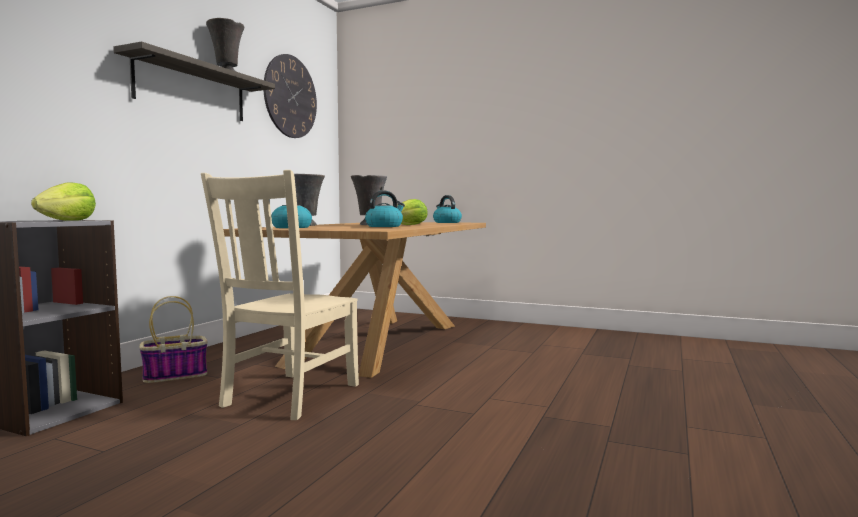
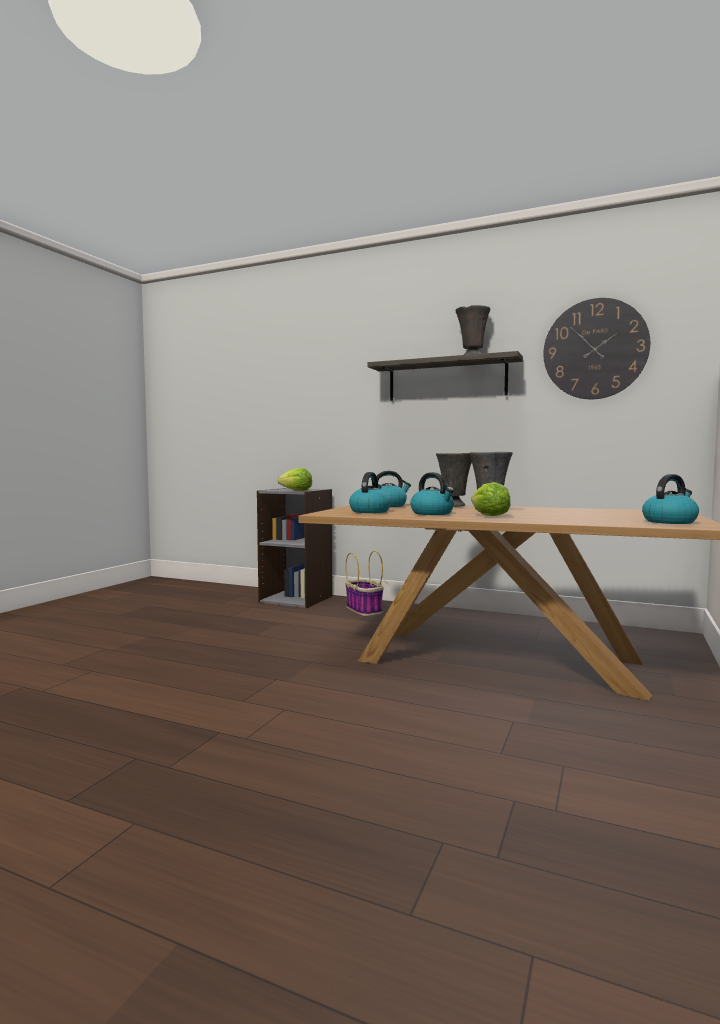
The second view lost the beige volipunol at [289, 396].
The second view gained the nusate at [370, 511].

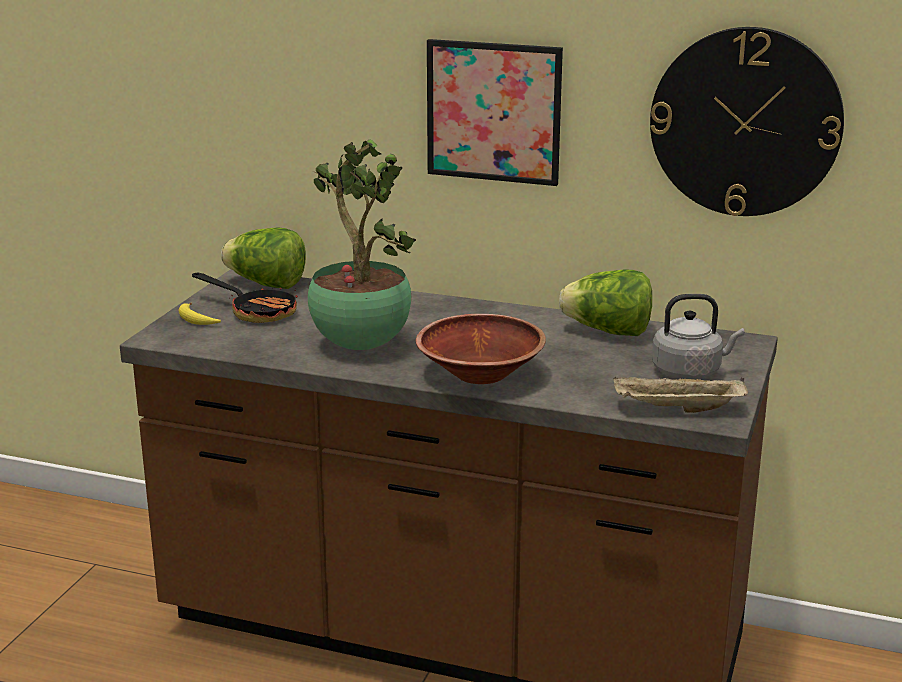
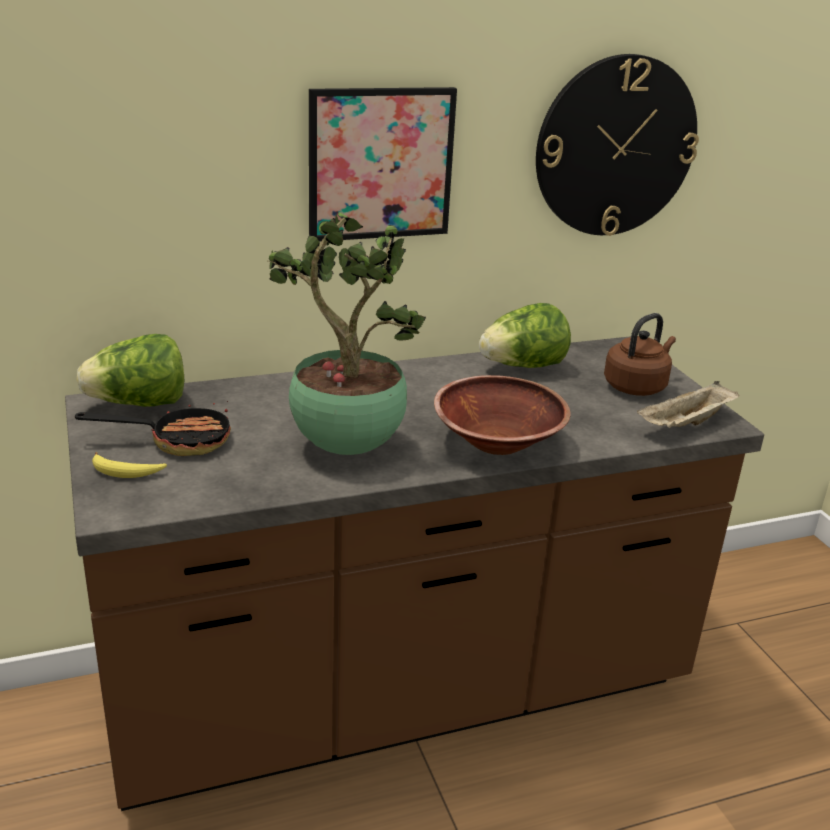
What was the grey nusate at [690, 372] turned into the brown nusate at [637, 386].

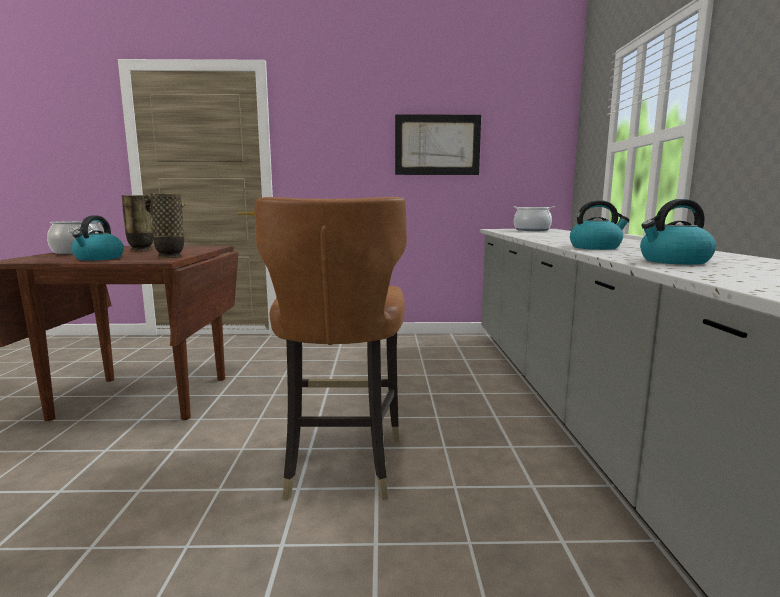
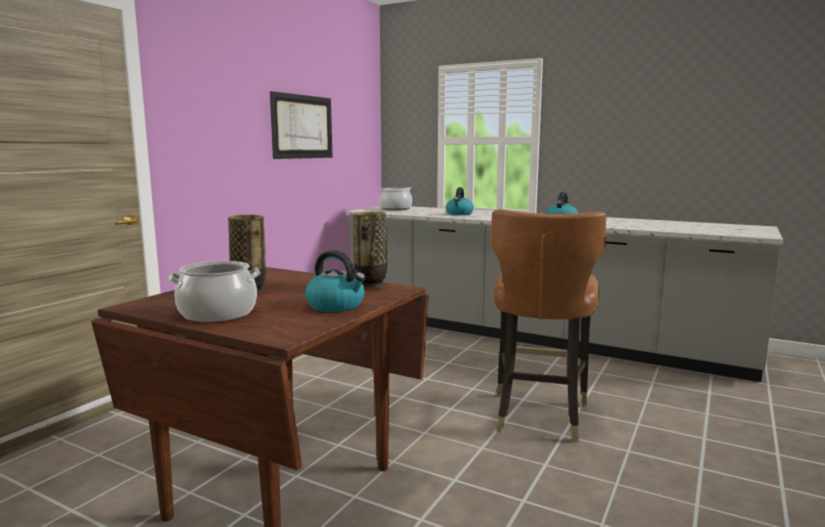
The brown volipunol at [340, 464] ended up facing another way, 75 degrees clockwise from before.
The nusate ended up elsewhere, having gone from [673, 261] to [459, 214].

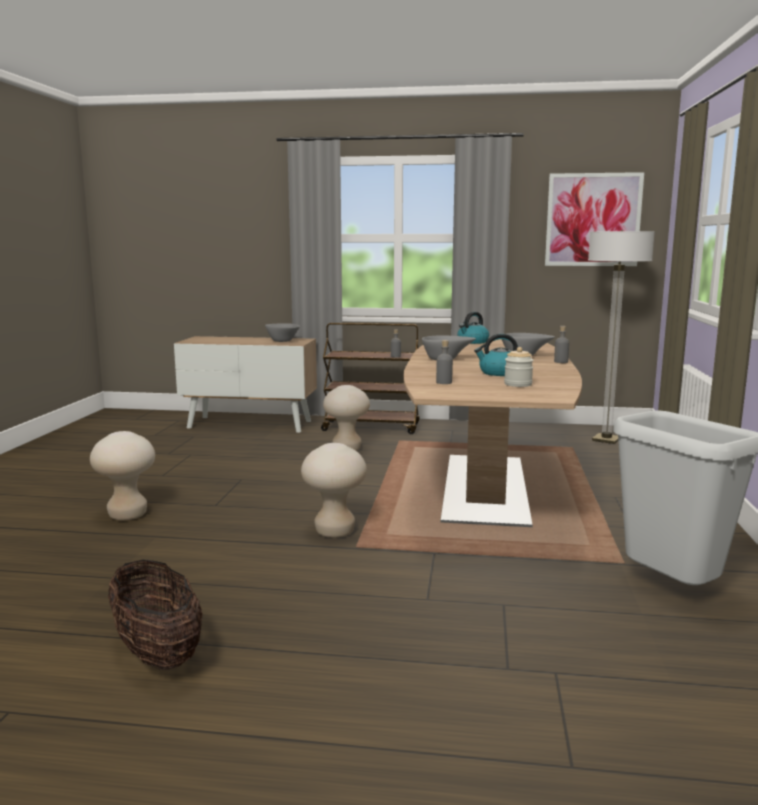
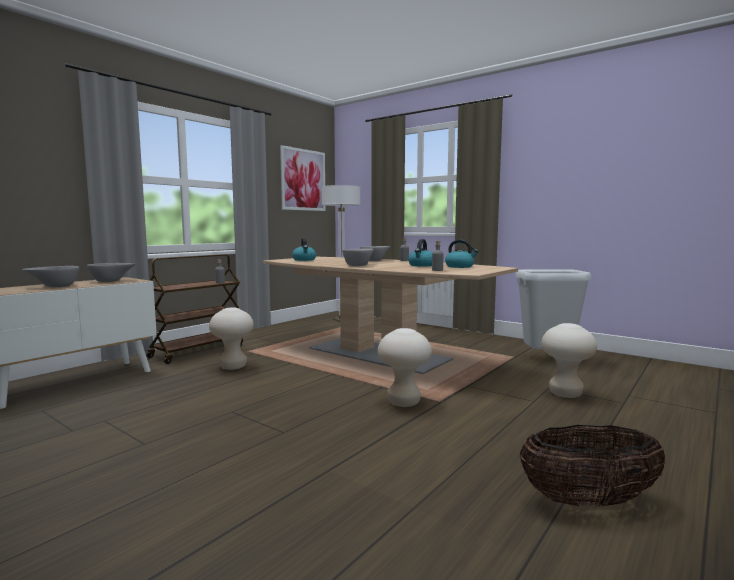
The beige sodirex ended up elsewhere, having gone from [128, 515] to [565, 394].
Where the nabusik stood at [518, 384], the nusate came to stand at [460, 266].
The second view gained the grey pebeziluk at [54, 286].

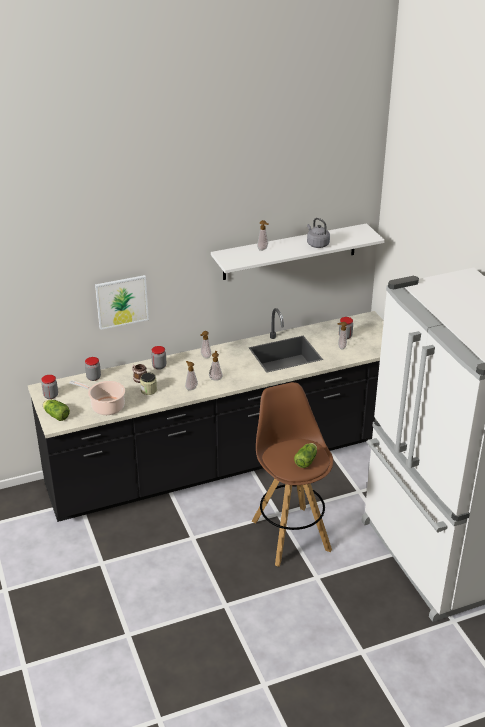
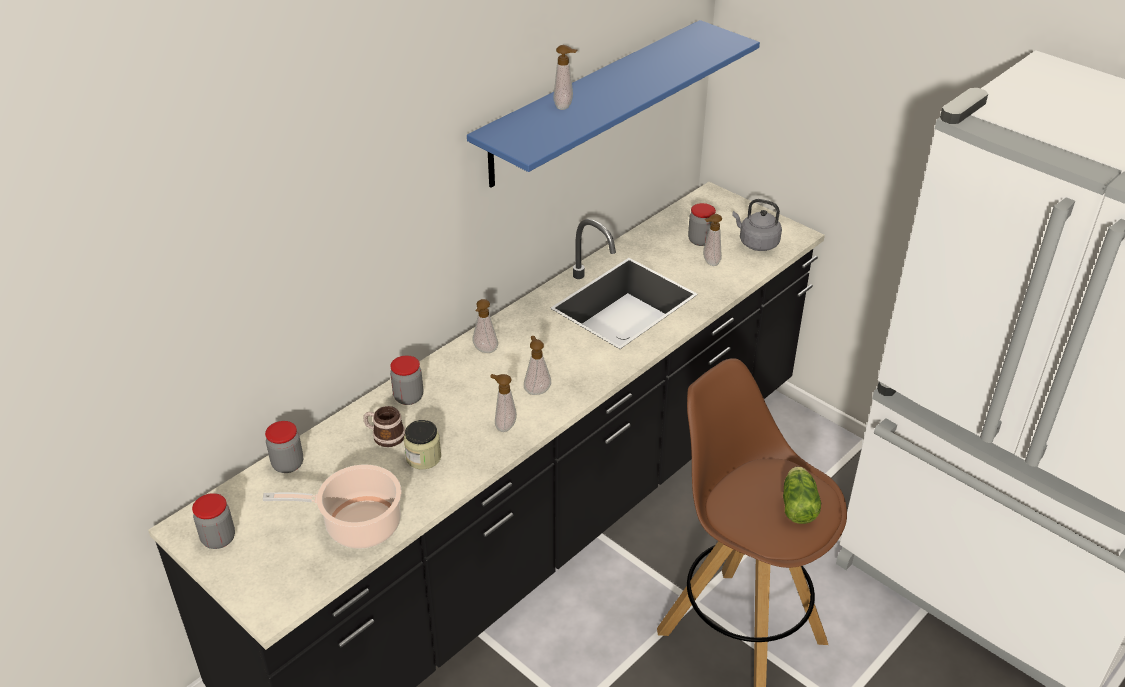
The second view lost the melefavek at [55, 415].
The second view lost the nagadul at [122, 301].
What was the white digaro at [290, 252] turned into the blue digaro at [592, 102].
The grey nusate ended up elsewhere, having gone from [317, 244] to [756, 243].

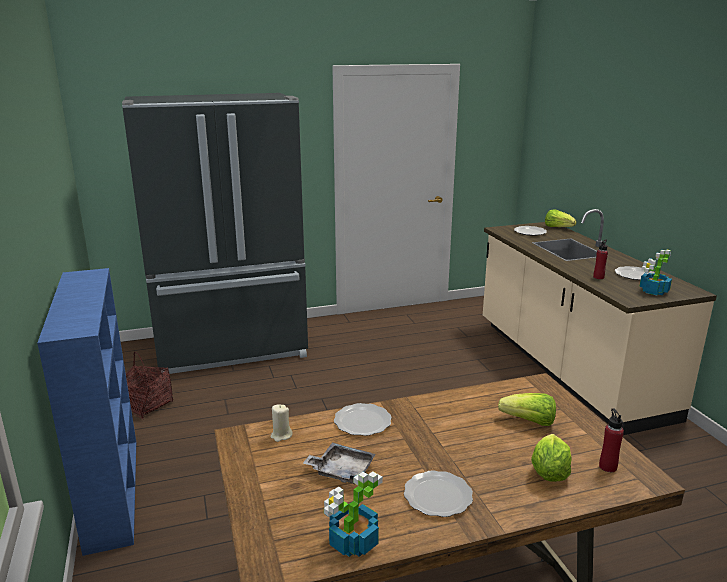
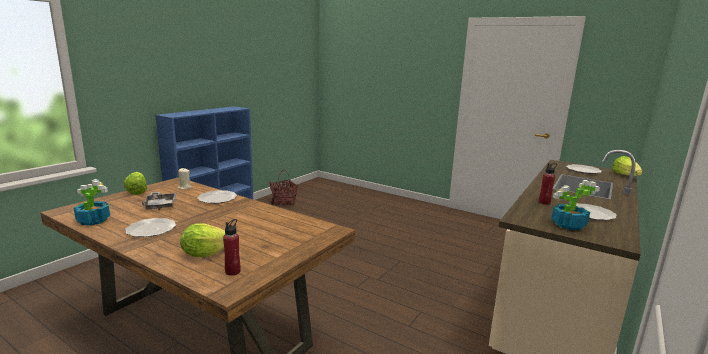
The second view lost the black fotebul at [232, 349].
The melefavek ended up elsewhere, having gone from [529, 422] to [137, 191].

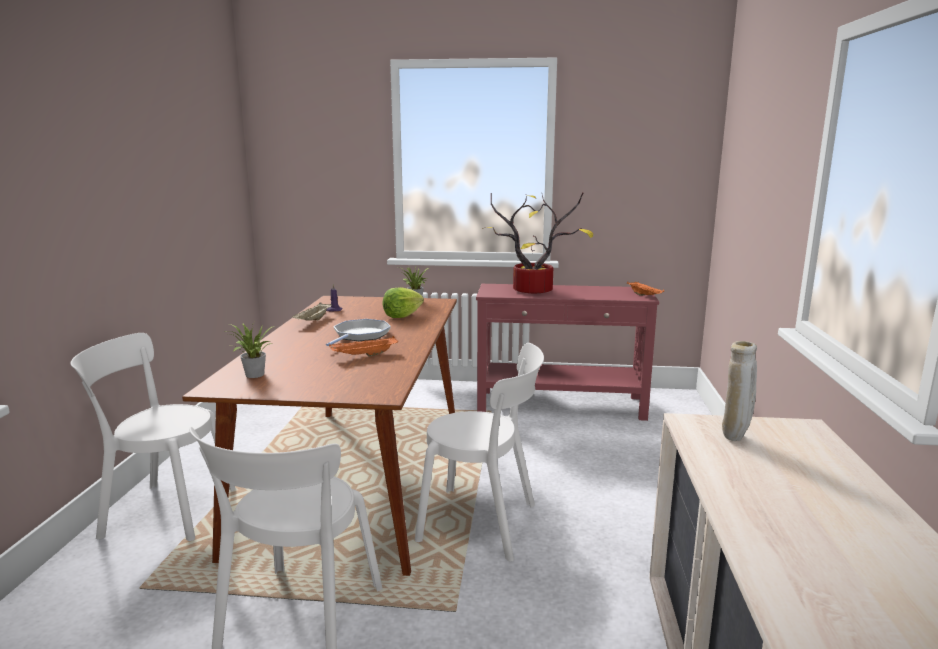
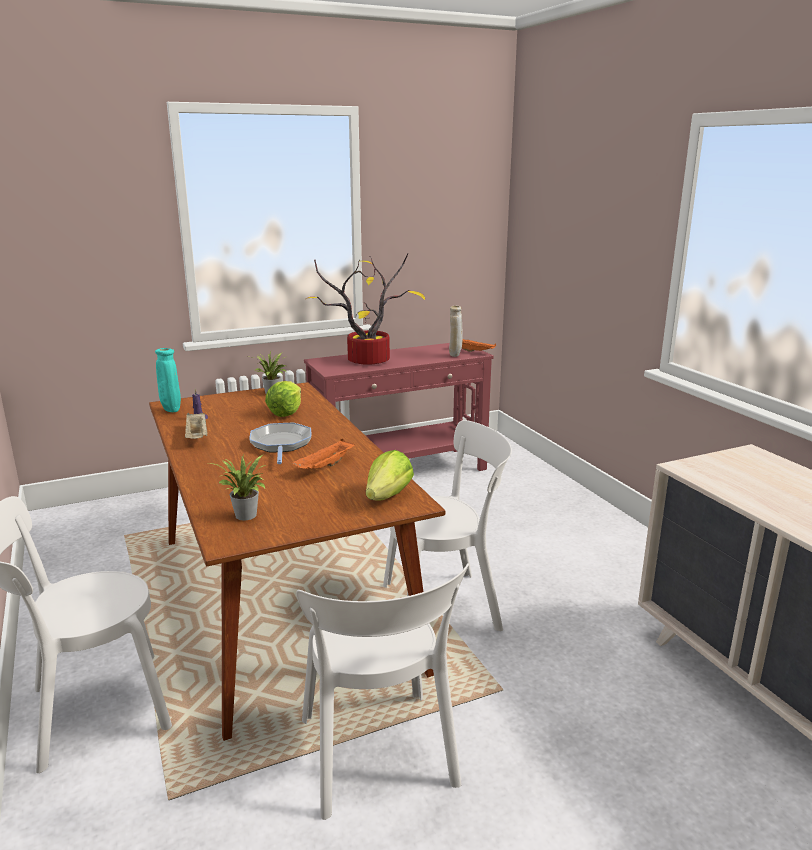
The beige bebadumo ended up elsewhere, having gone from [735, 438] to [455, 356].
The second view gained the turquoise bebadumo at [171, 411].
The second view gained the melefavek at [388, 496].

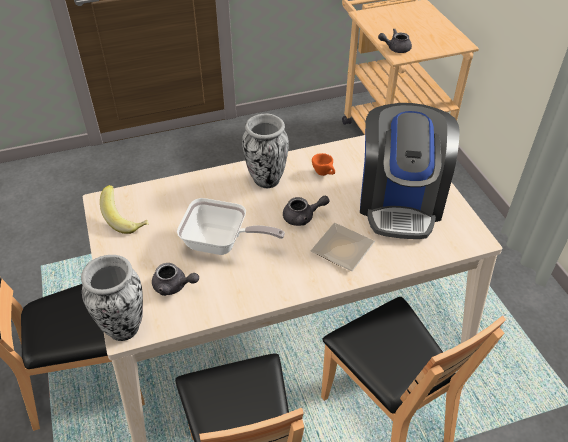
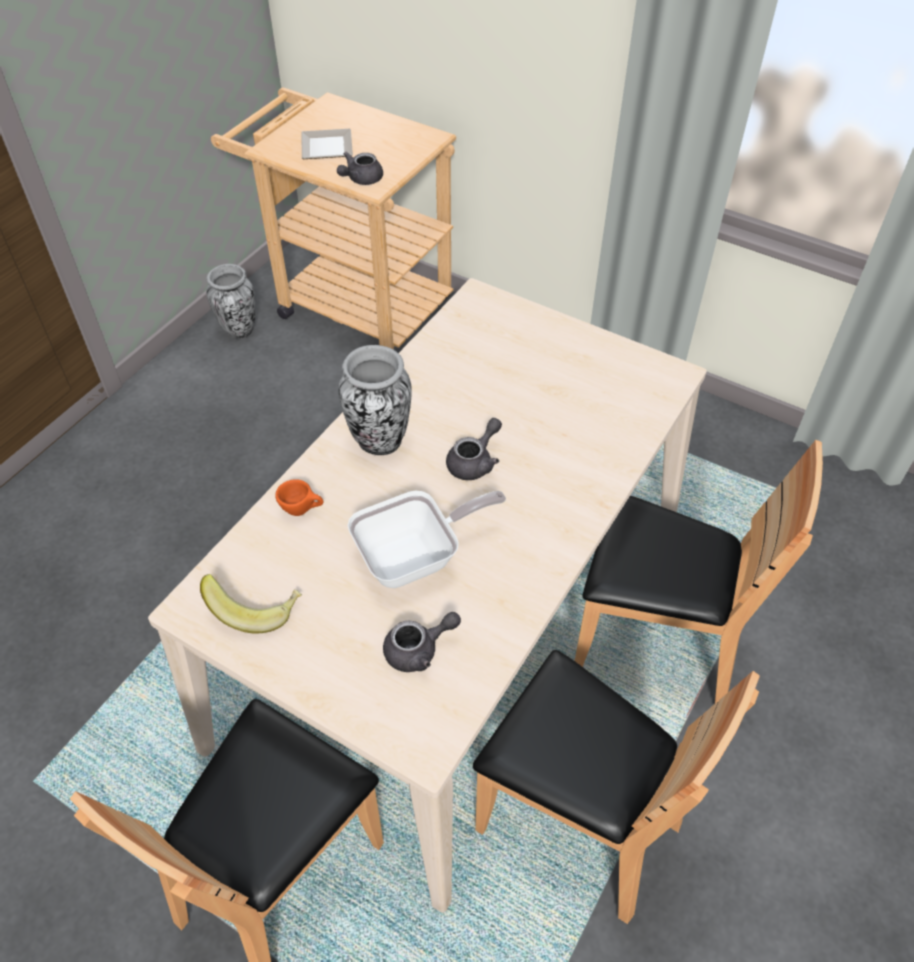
The bebadumo ended up elsewhere, having gone from [124, 327] to [239, 330].
The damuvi ended up elsewhere, having gone from [343, 250] to [329, 148].
The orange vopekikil ended up elsewhere, having gone from [324, 174] to [302, 509].
The second view lost the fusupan at [400, 202].

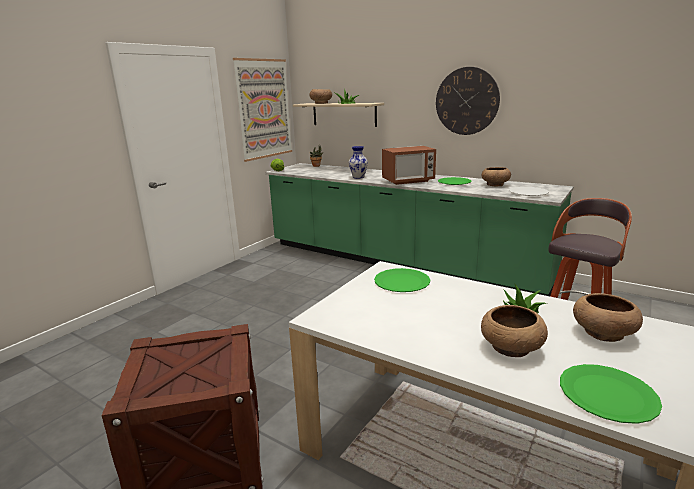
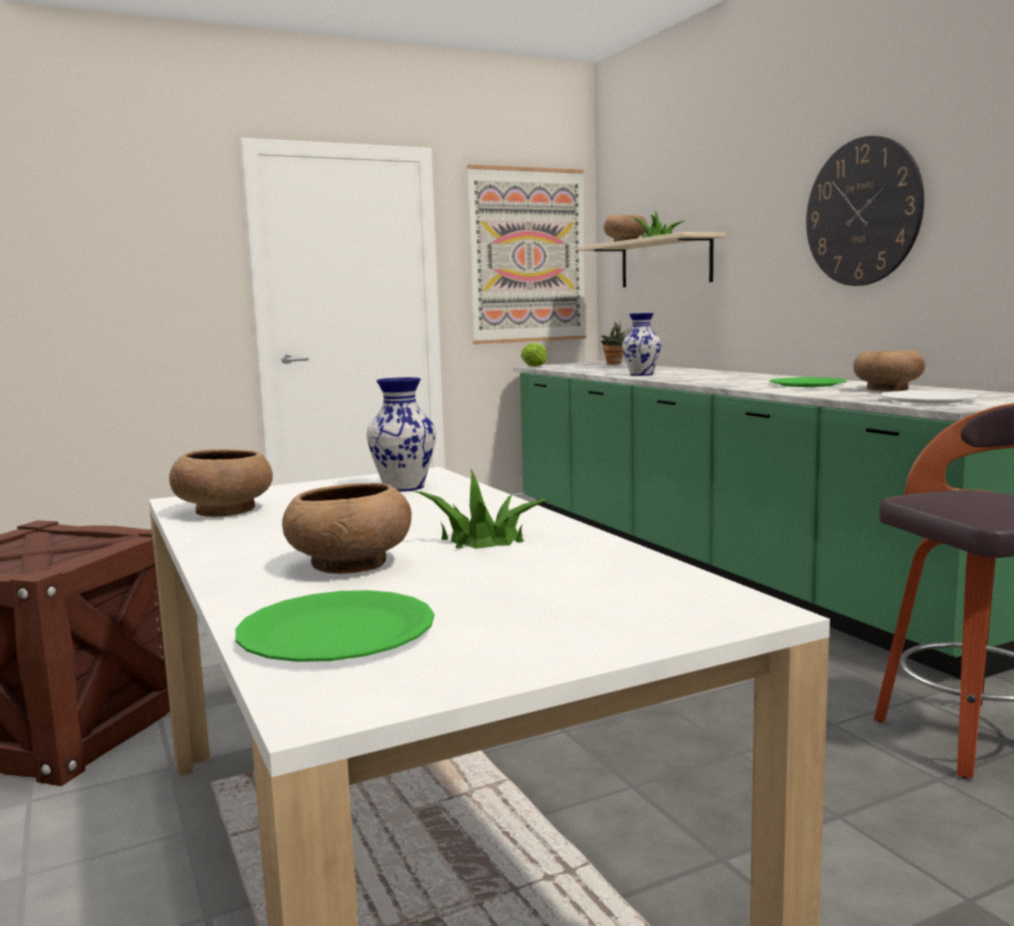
Where the green damuvi stood at [401, 282], the bebadumo came to stand at [402, 487].
The second view lost the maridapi at [408, 181].
The brown pebeziluk ended up elsewhere, having gone from [603, 333] to [225, 510].

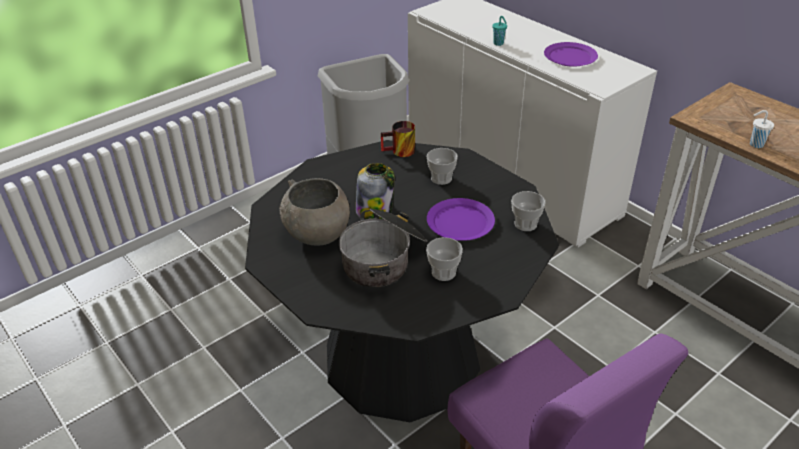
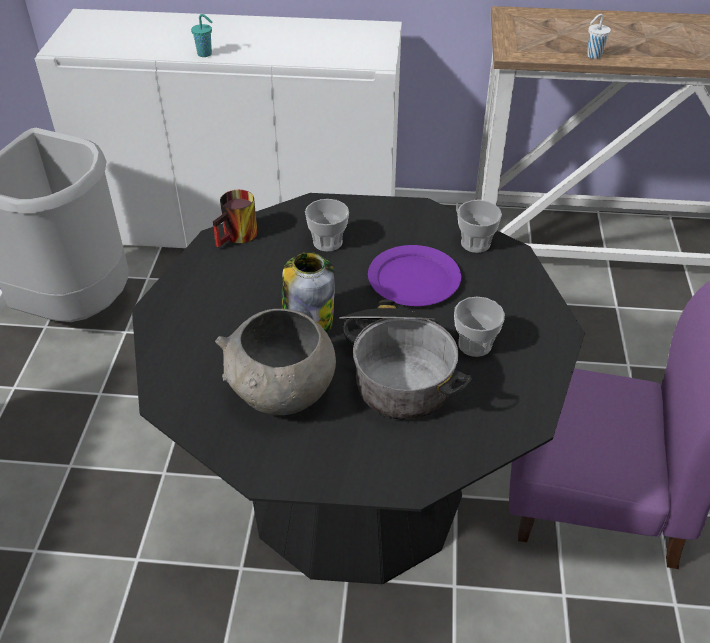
The second view lost the purple damuvi at [570, 57].

